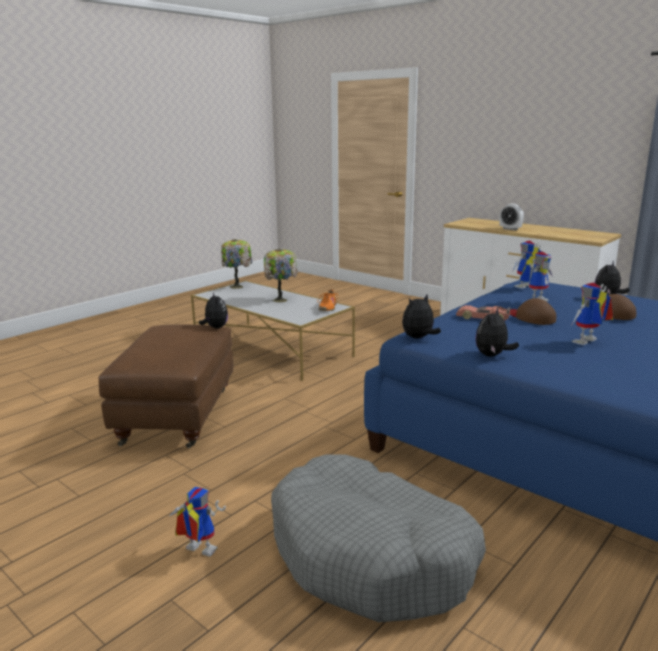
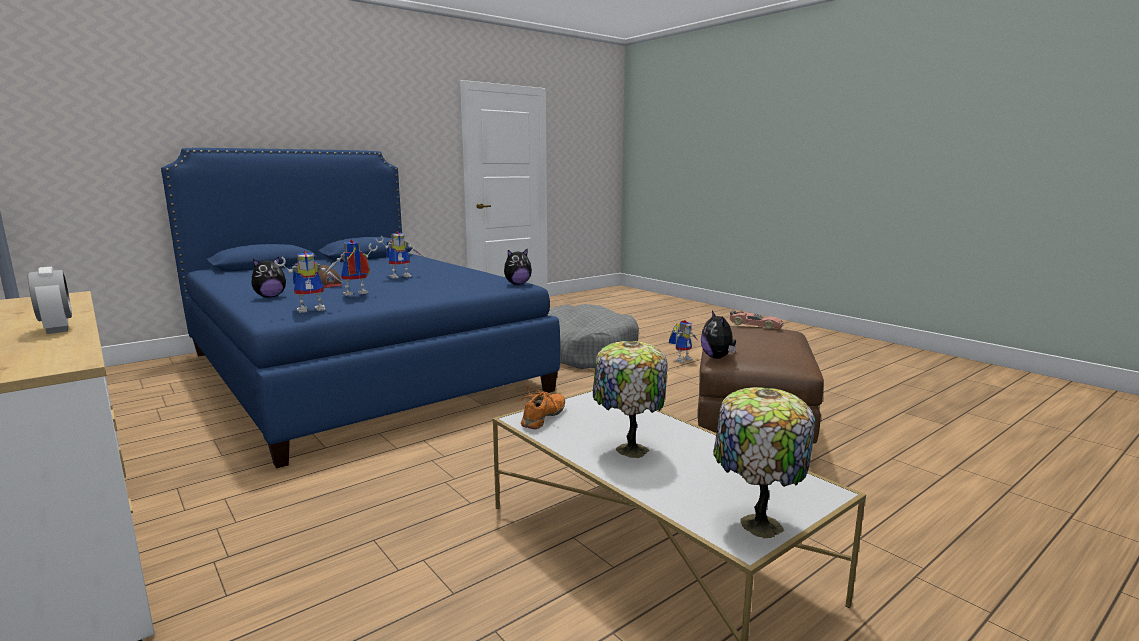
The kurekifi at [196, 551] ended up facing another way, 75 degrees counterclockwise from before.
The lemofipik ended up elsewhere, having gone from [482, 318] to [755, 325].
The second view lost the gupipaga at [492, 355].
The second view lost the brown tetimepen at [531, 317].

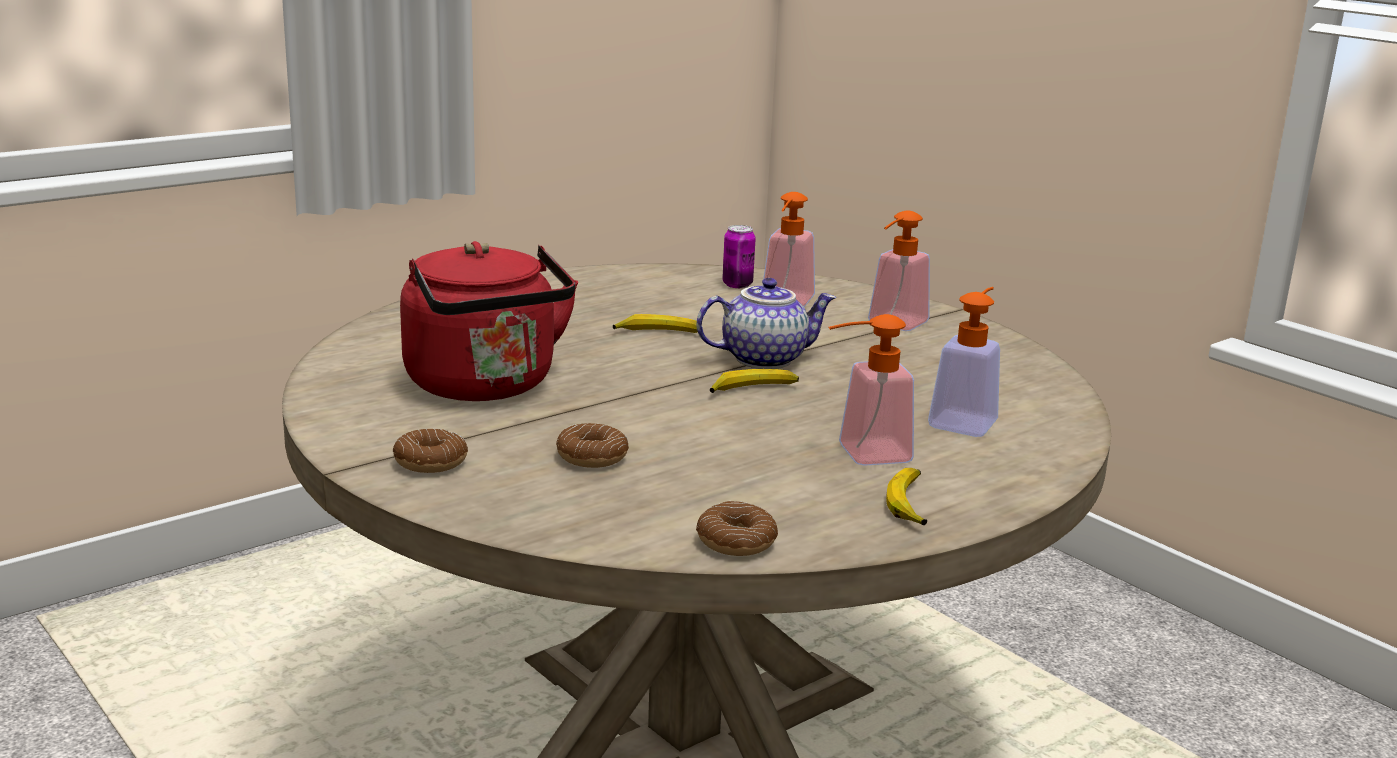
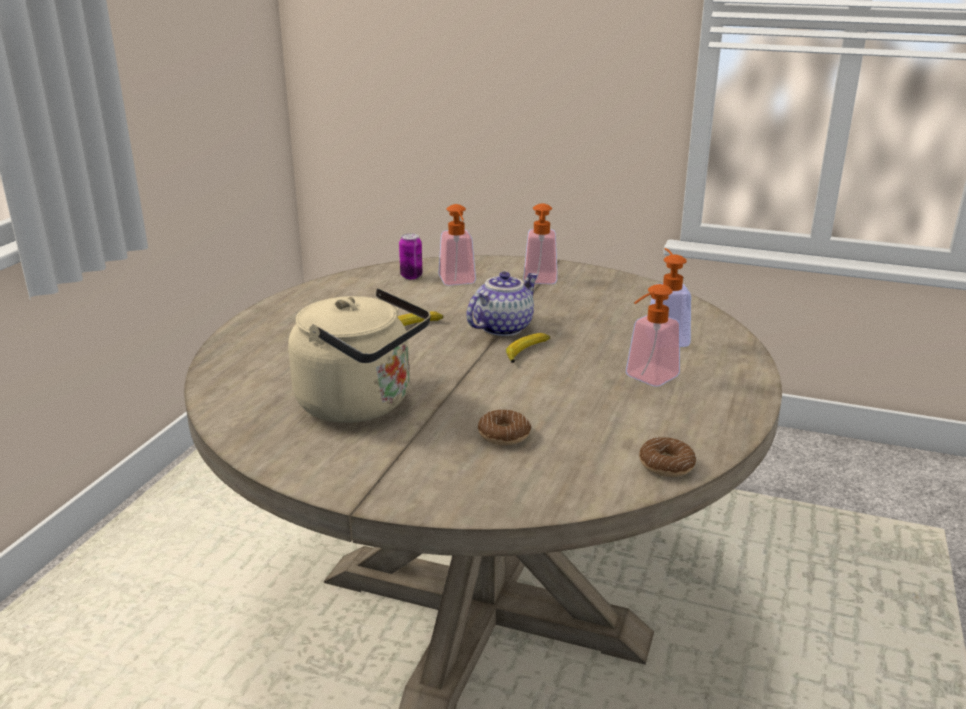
The second view lost the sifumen at [431, 462].
What was the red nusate at [486, 387] turned into the beige nusate at [361, 404].
The second view lost the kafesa at [909, 504].

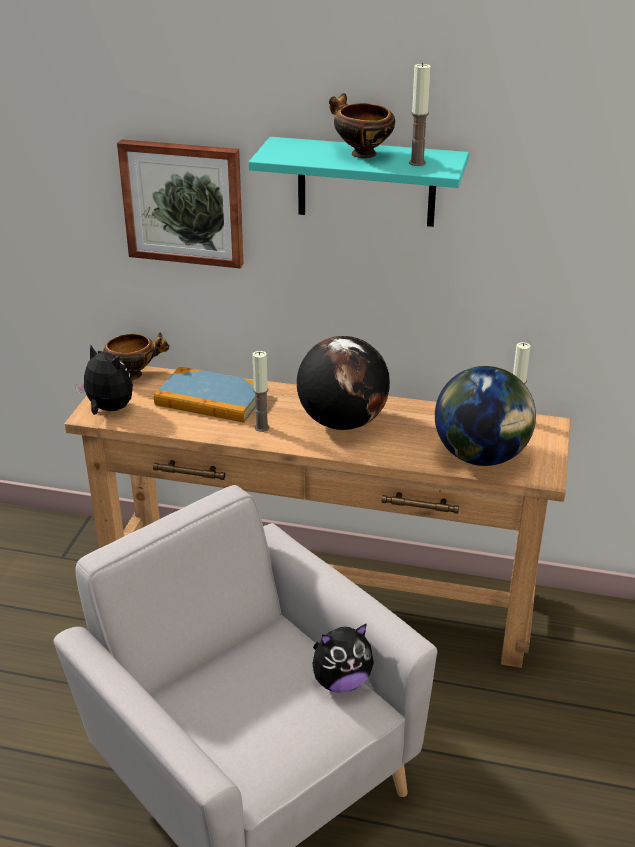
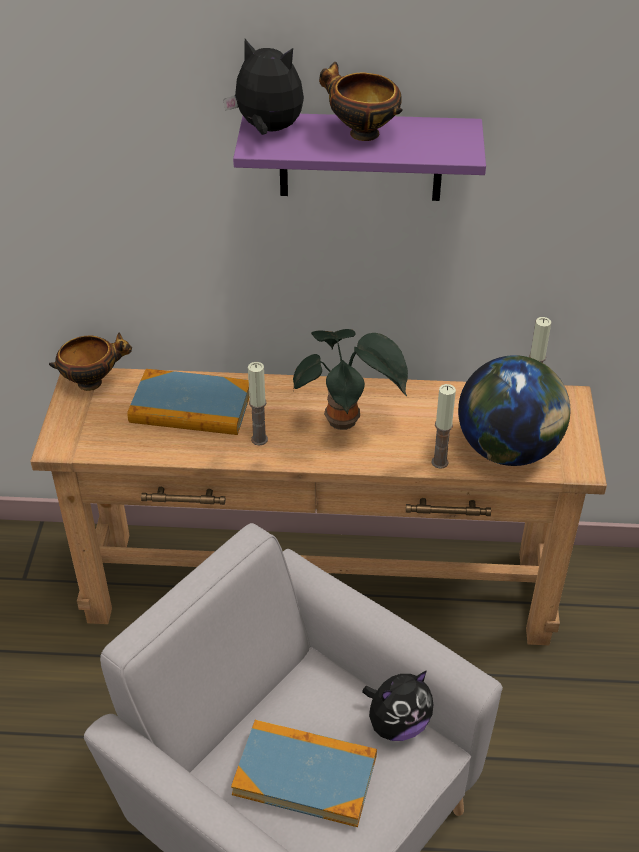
The gupipaga ended up elsewhere, having gone from [108, 409] to [268, 130].
The second view lost the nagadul at [183, 202].
What was the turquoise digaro at [366, 182] turned into the purple digaro at [360, 157].
Where the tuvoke stood at [342, 422], the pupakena came to stand at [346, 421].
The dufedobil ended up elsewhere, having gone from [417, 163] to [439, 462].
The second view gained the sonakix at [305, 775].

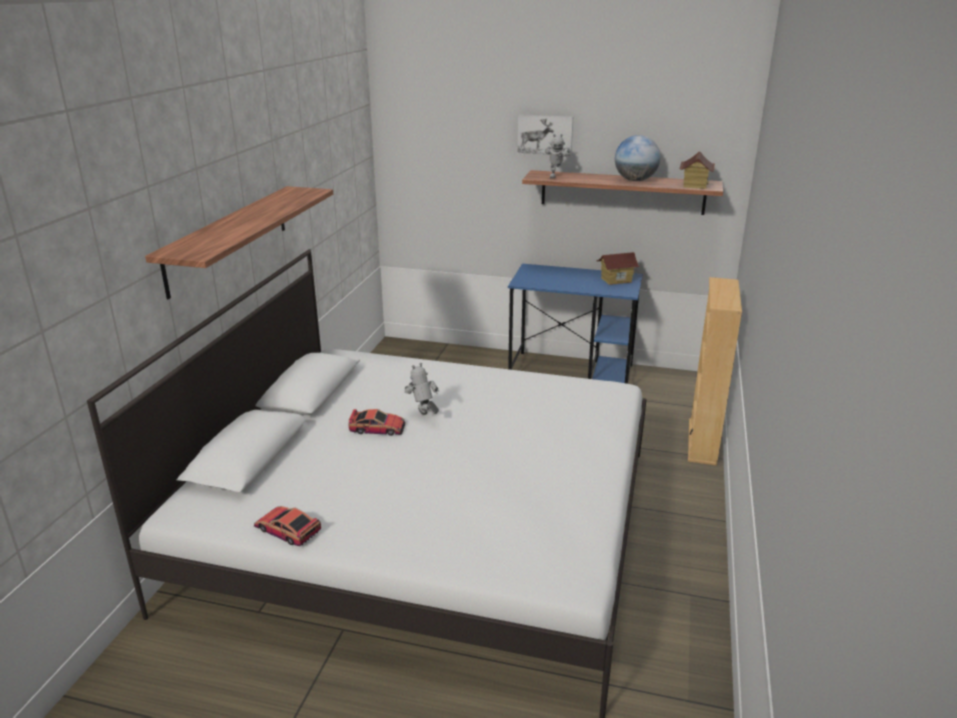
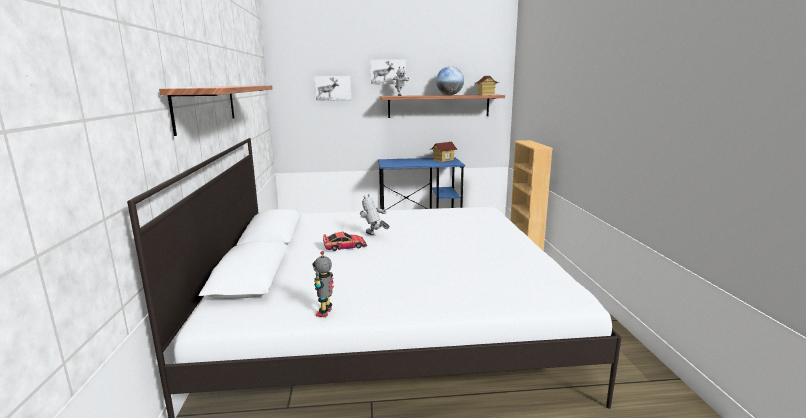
Where the lemofipik stood at [287, 530], the kurekifi came to stand at [325, 313].
The second view gained the nagadul at [333, 88].

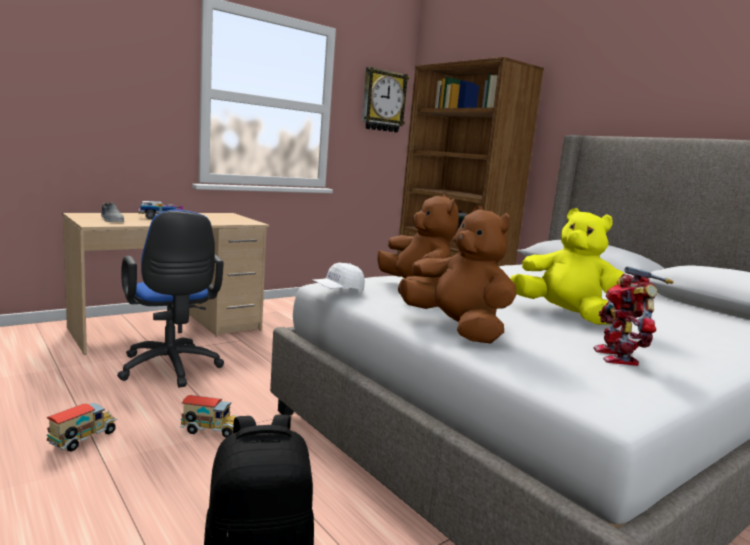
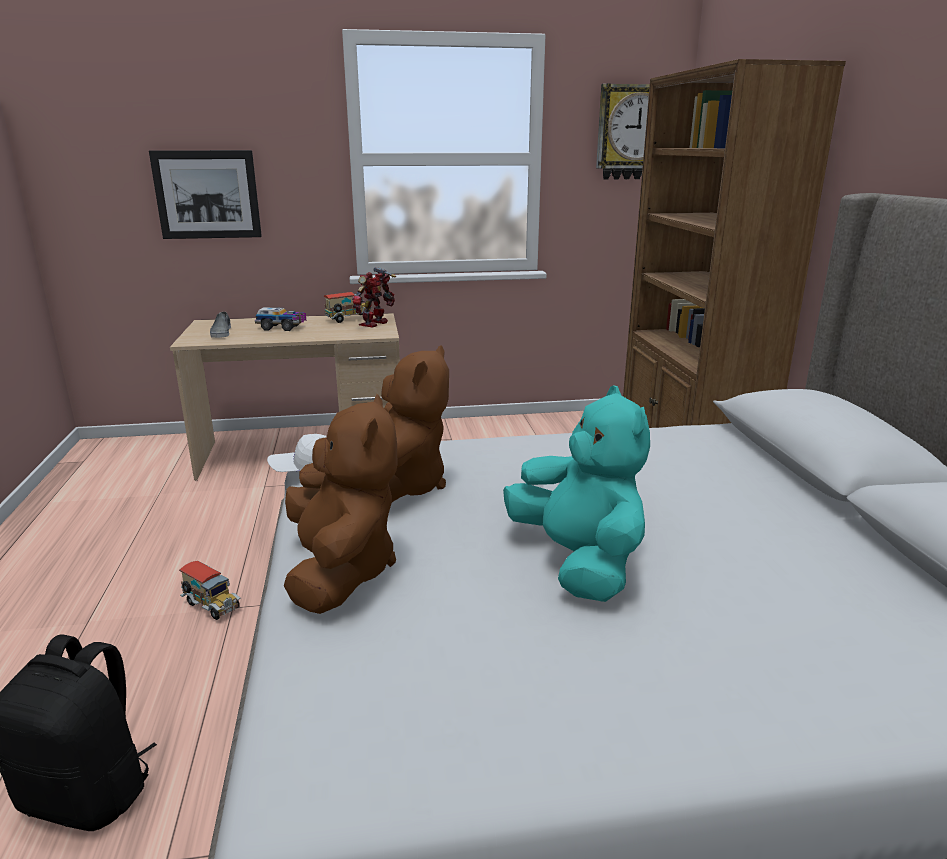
The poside ended up elsewhere, having gone from [83, 440] to [349, 319].
The second view lost the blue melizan at [171, 369].
What was the yellow gupipaga at [565, 315] turned into the turquoise gupipaga at [578, 562].
The kurekifi ended up elsewhere, having gone from [619, 357] to [375, 324].
The second view gained the nagadul at [207, 195].

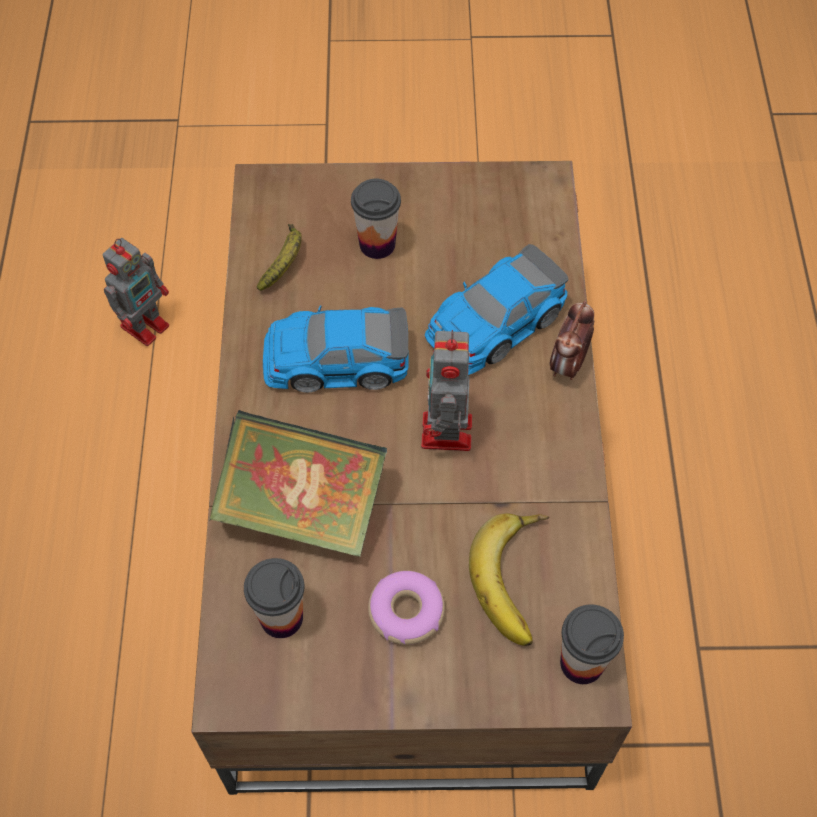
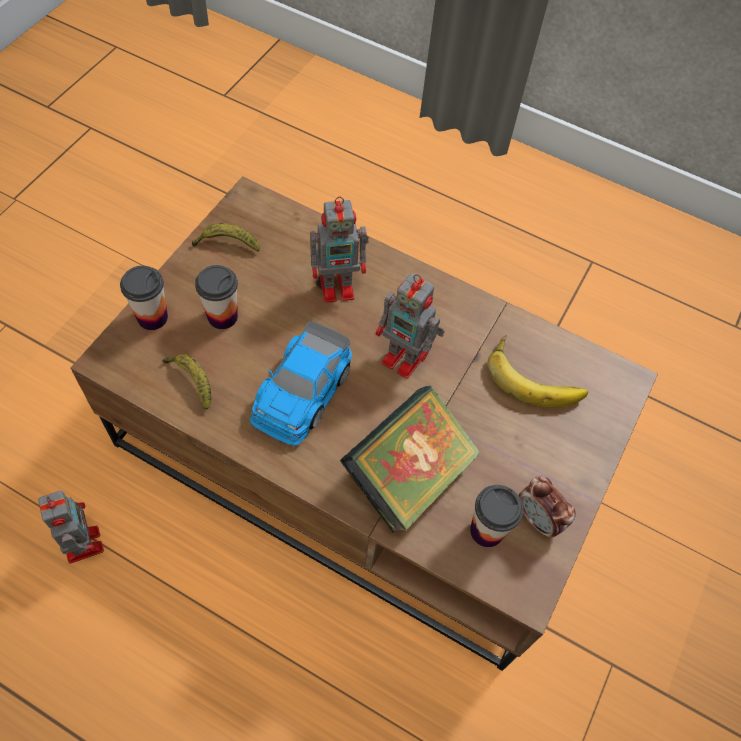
The second view lost the sifumen at [406, 612].
Where the lemofipik stood at [495, 323], the kurekifi came to stand at [339, 286].
The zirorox ended up elsewhere, having gone from [568, 364] to [538, 519].
The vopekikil ended up elsewhere, having gone from [581, 663] to [152, 317].
The second view gained the kafesa at [227, 244].

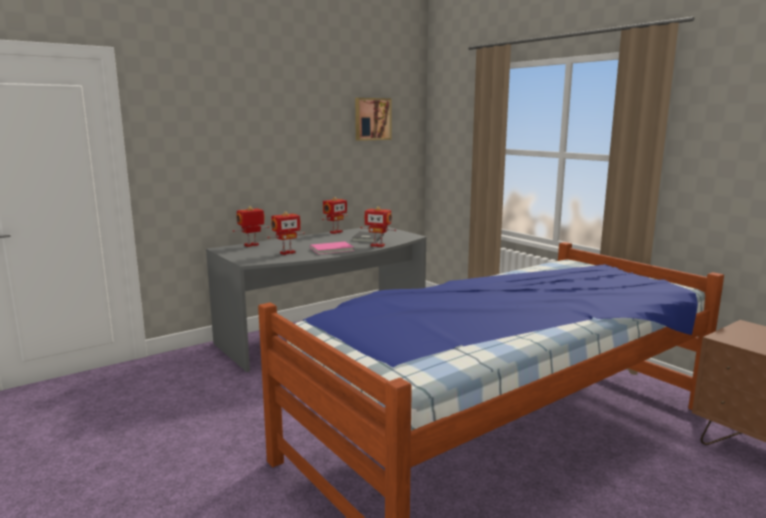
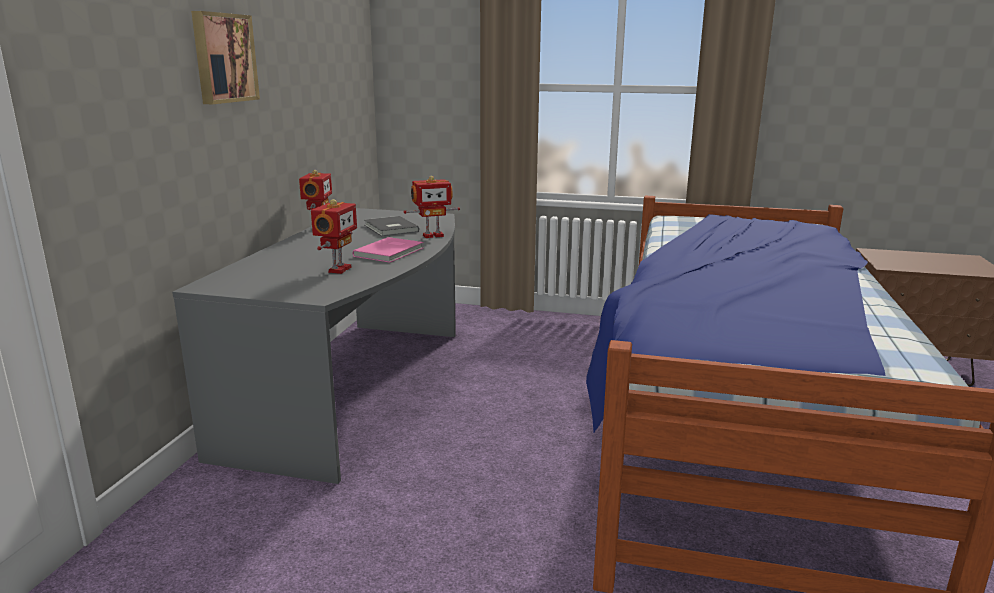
The second view lost the kurekifi at [252, 245].
The nagadul ended up elsewhere, having gone from [372, 119] to [223, 58].

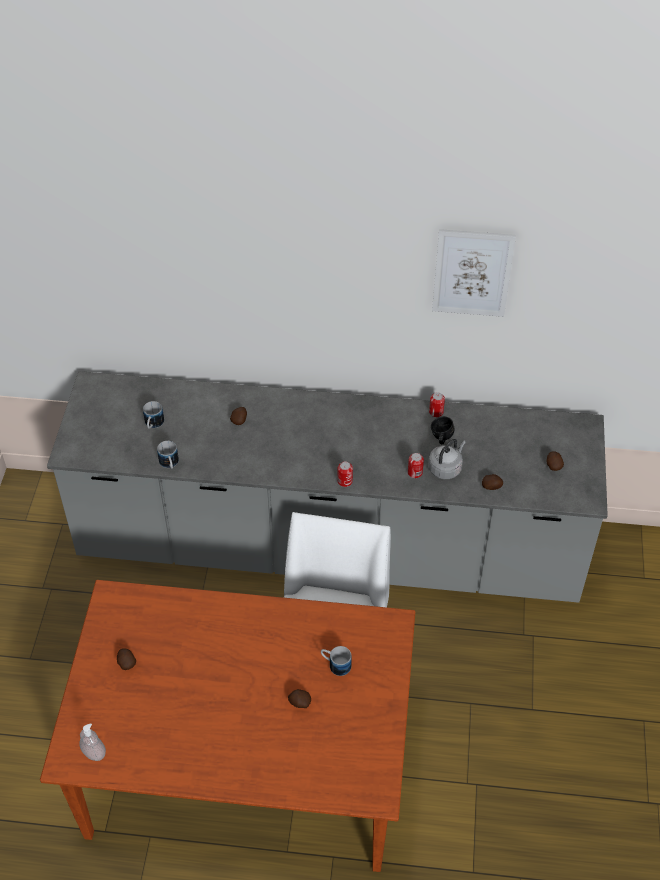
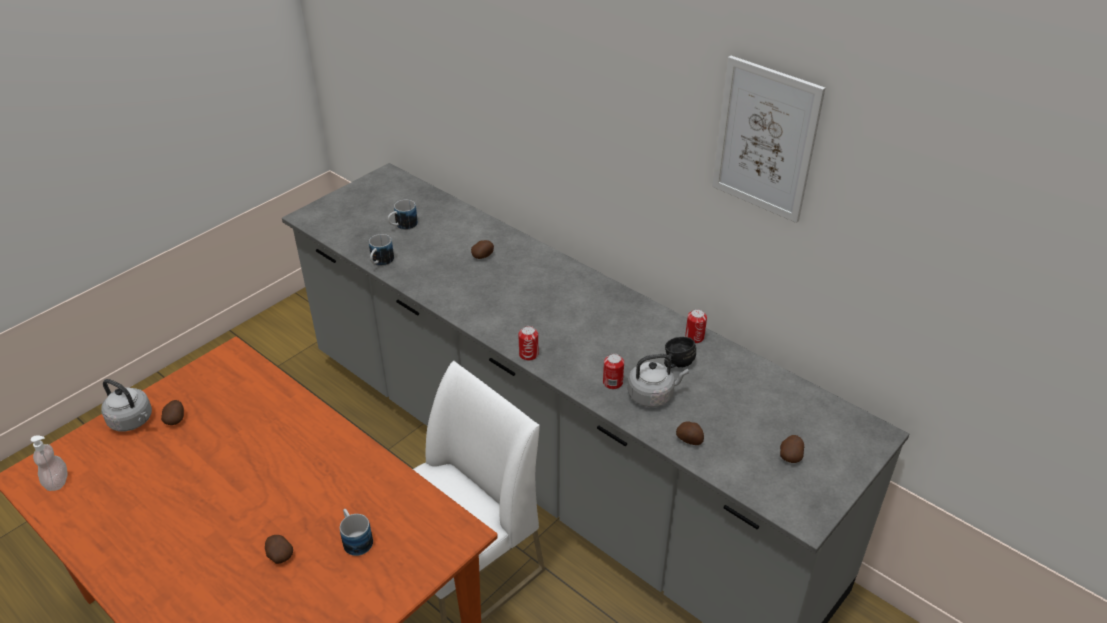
The second view gained the grey nusate at [133, 421].

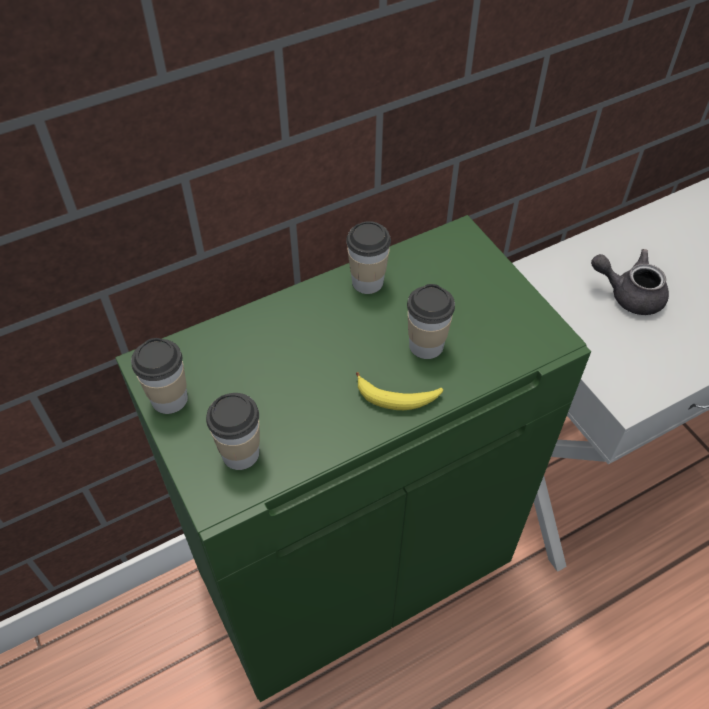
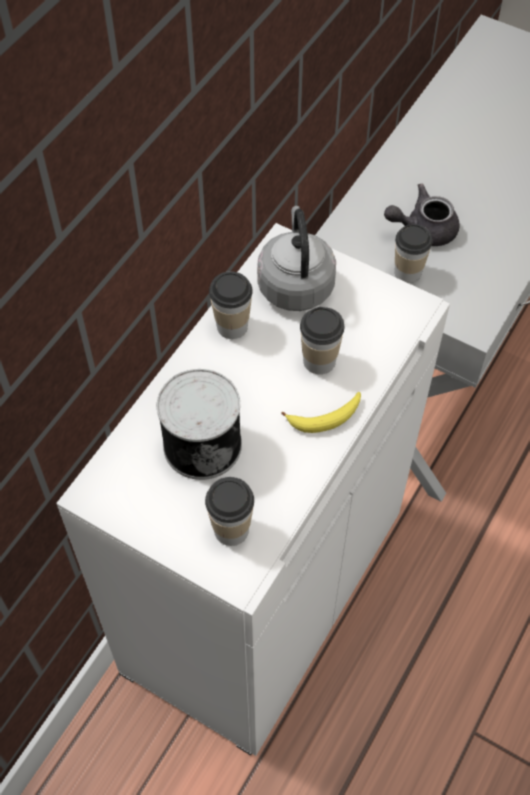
What was the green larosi at [354, 562] turned into the white larosi at [262, 588].
The vopekikil ended up elsewhere, having gone from [169, 399] to [408, 272].
The second view gained the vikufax at [202, 443].
The second view gained the grey nusate at [295, 283].

